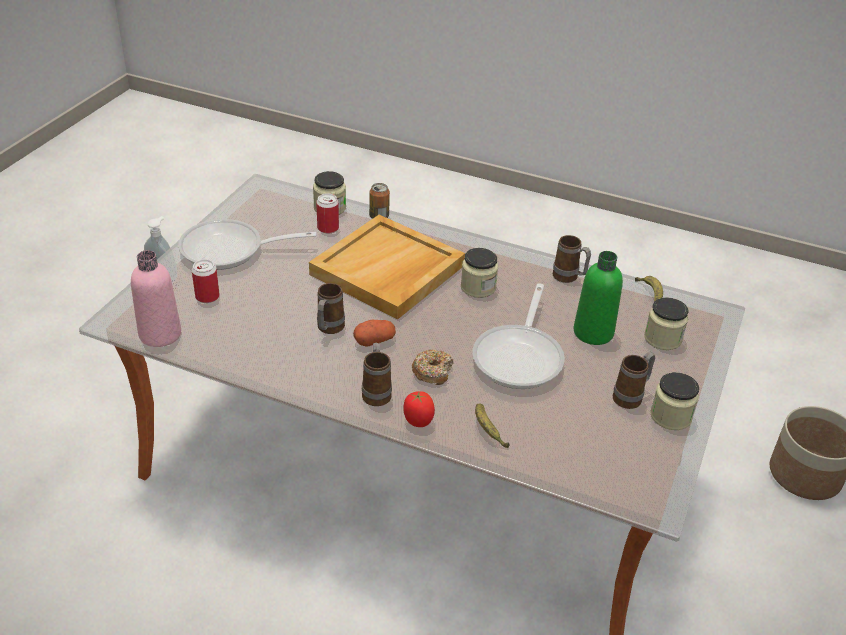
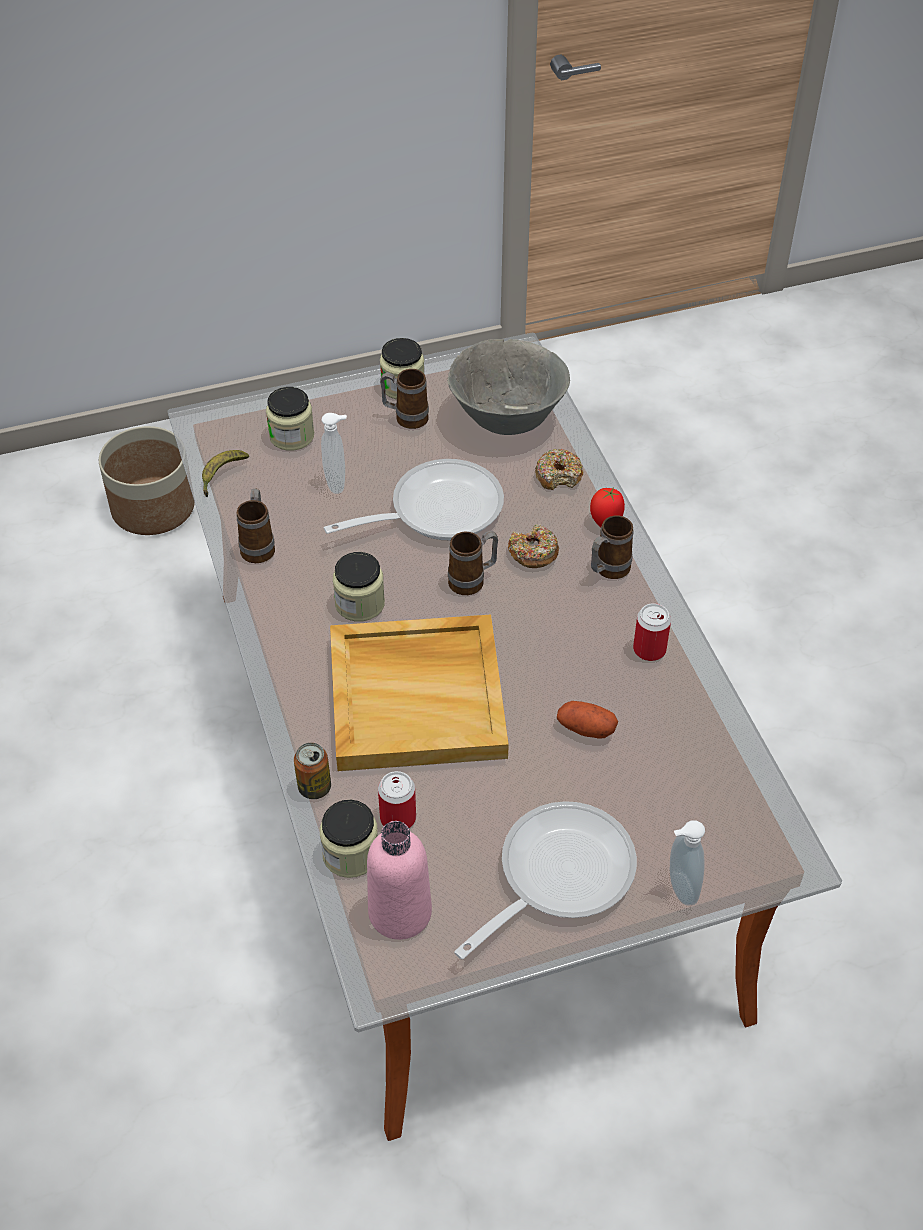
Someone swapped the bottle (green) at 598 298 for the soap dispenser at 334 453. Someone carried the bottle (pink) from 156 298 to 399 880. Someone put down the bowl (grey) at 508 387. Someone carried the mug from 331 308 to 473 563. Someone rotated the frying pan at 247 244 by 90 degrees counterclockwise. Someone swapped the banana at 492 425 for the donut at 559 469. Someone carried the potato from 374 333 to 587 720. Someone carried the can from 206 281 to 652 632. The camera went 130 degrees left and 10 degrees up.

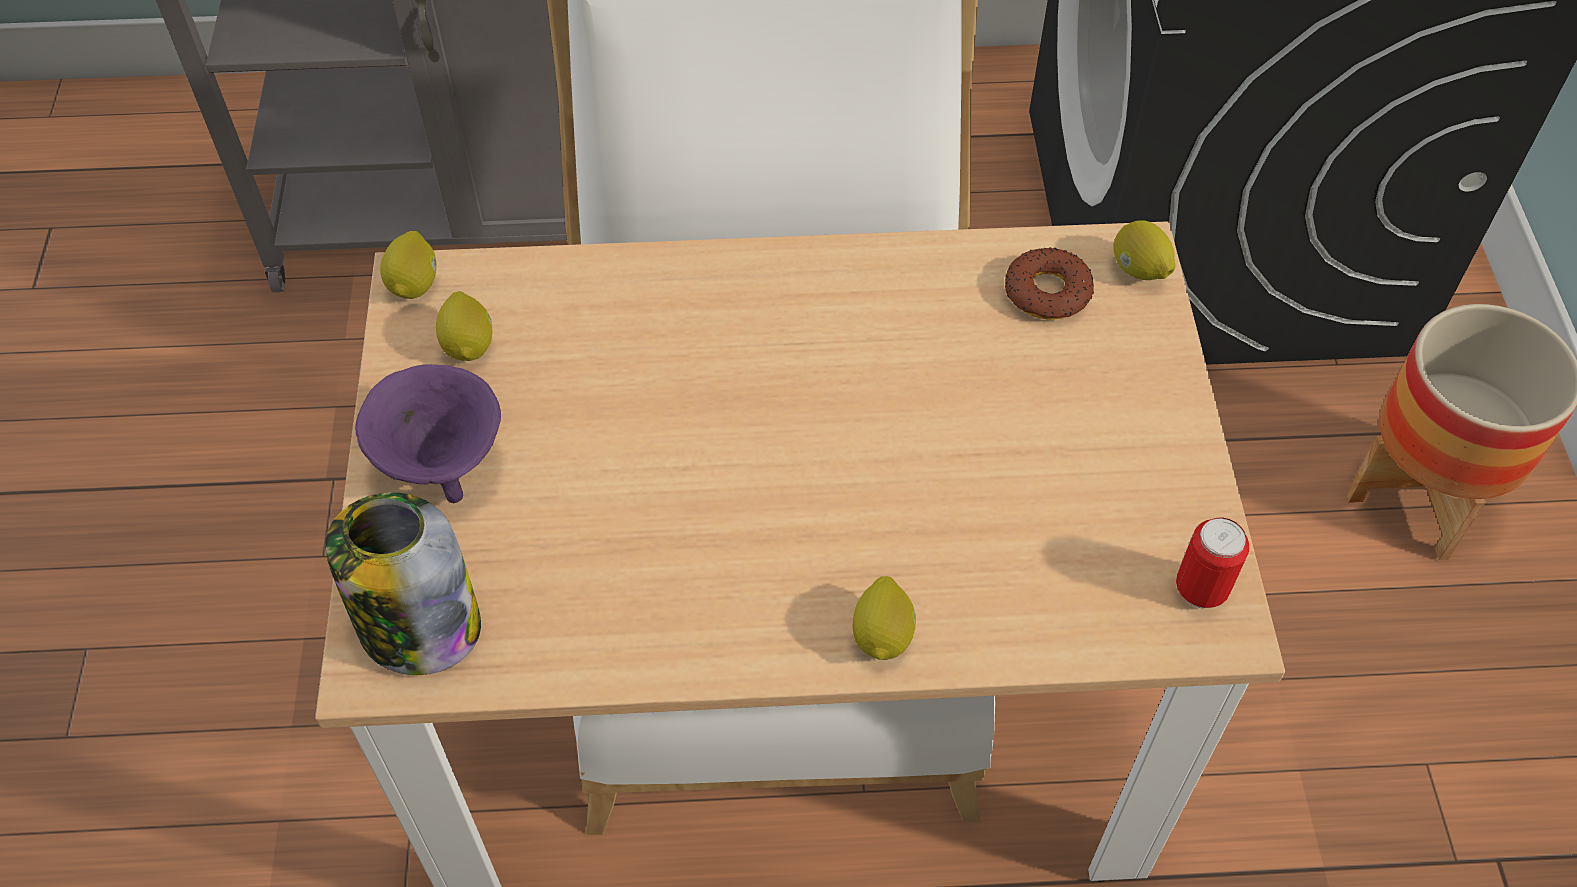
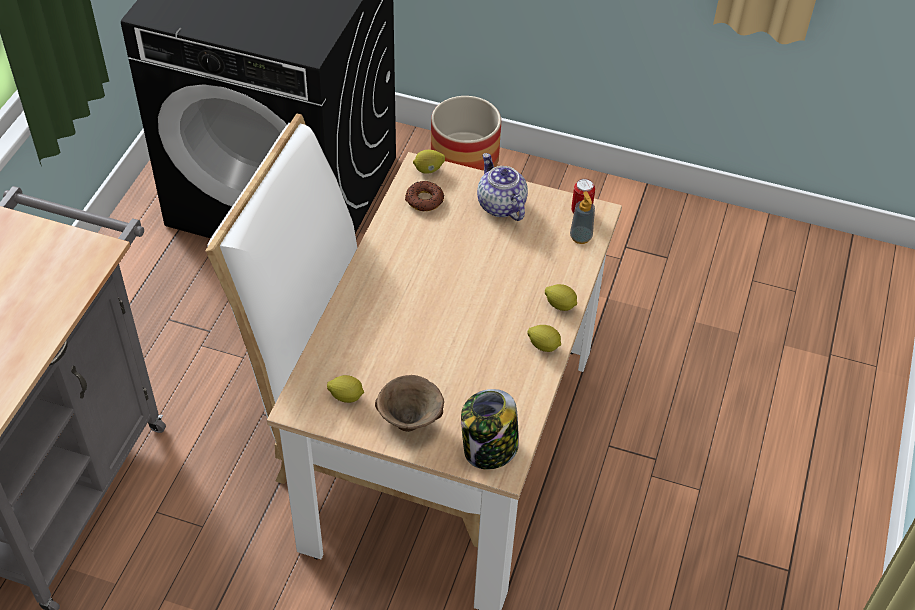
Someone repainted the bowl (purple) at 428 434, which became the bowl (brown) at 409 403. Someone put down the teapot at 502 187. Someone carried the lemon from 408 265 to 544 338. Someone put down the soap dispenser at 582 217. The camera went 70 degrees left and 5 degrees down.

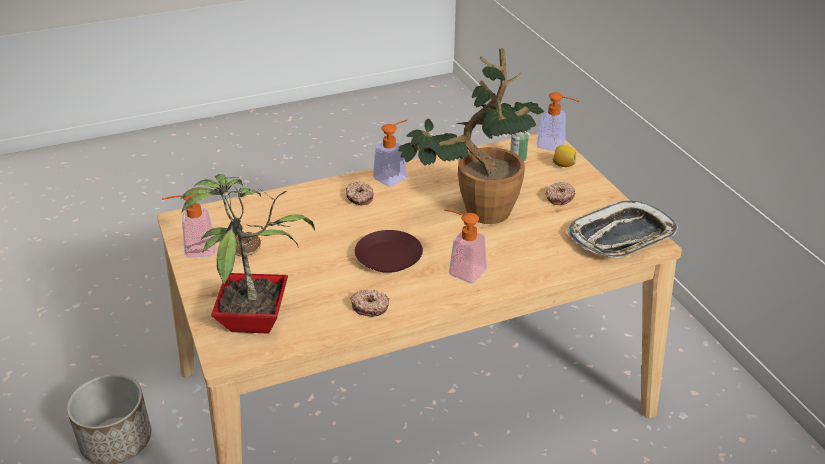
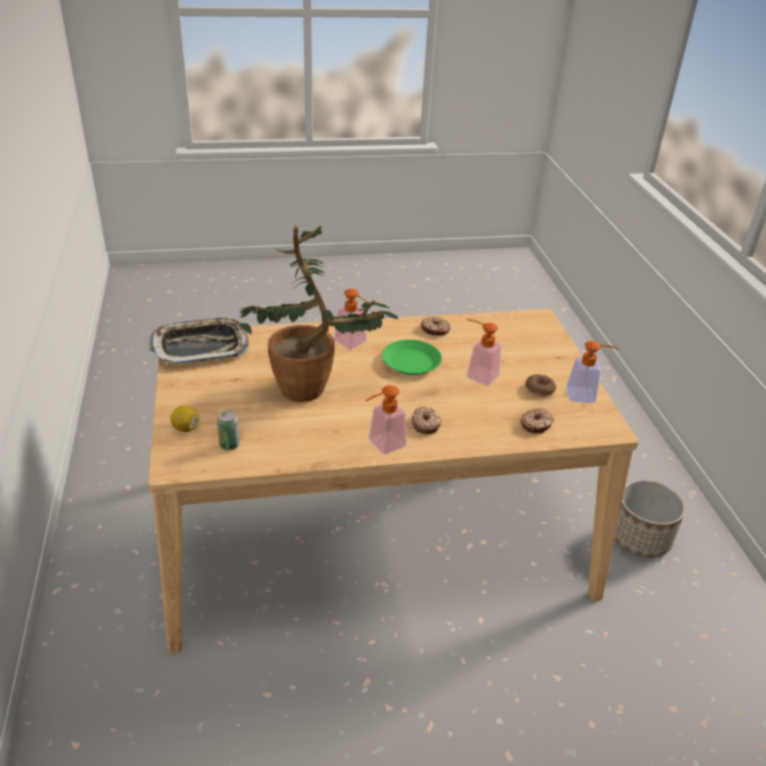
Someone repainted the plate (brown) at 389 251, which became the plate (green) at 412 357. Someone carried the soap dispenser from 557 121 to 484 352. Someone carried the donut from 560 193 to 537 420. Someone took away the potted plant at 247 254. The camera went 170 degrees left and 0 degrees up.

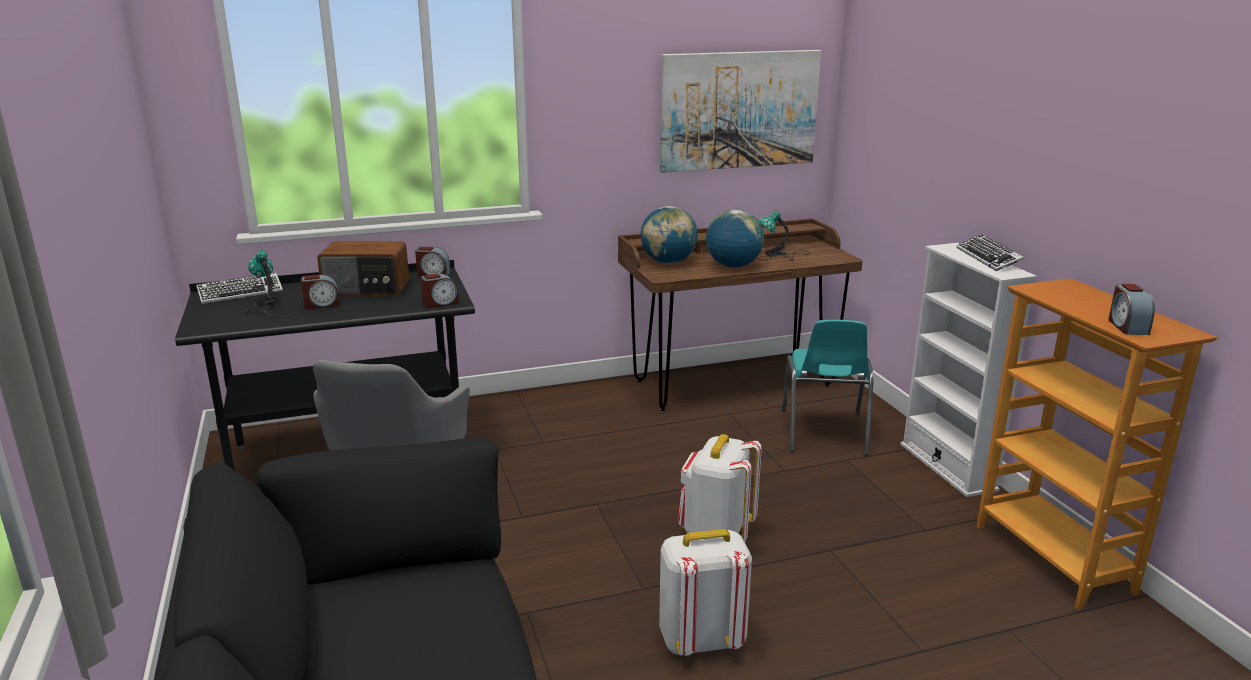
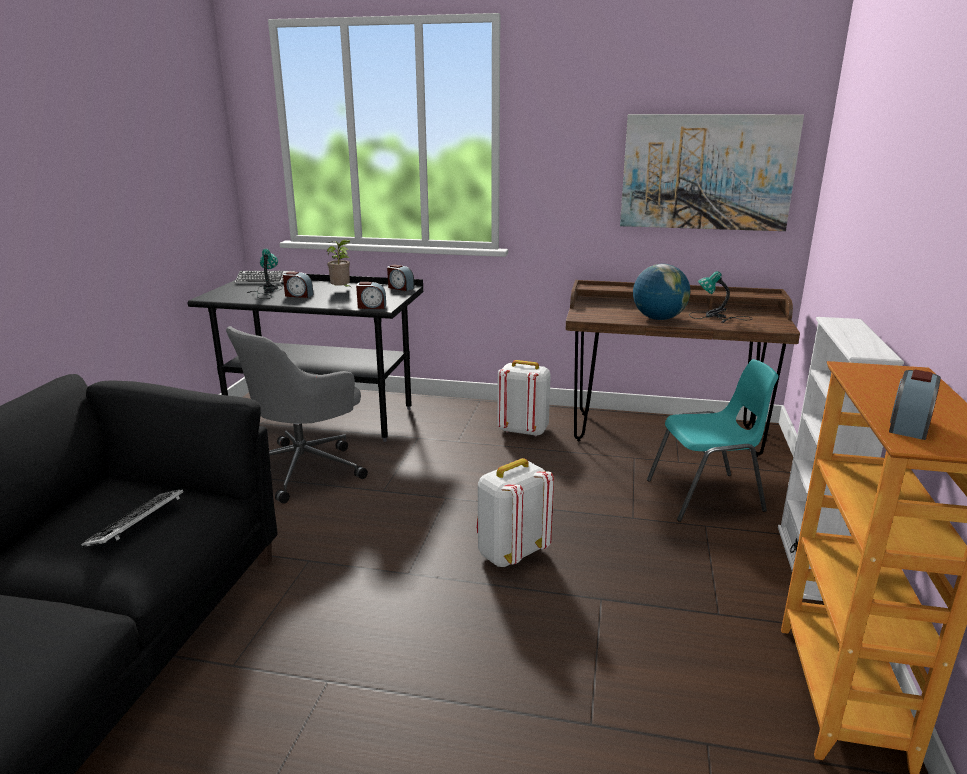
Someone carried the keyboard from 990 252 to 132 518. Someone swapped the radio at 363 268 for the potted plant at 338 263. Someone carried the backpack (white) from 705 592 to 524 398. Someone rotated the chair (turquoise) at 828 388 by 135 degrees counterclockwise. Someone took away the globe at 669 234. The camera went 30 degrees right and 0 degrees up.

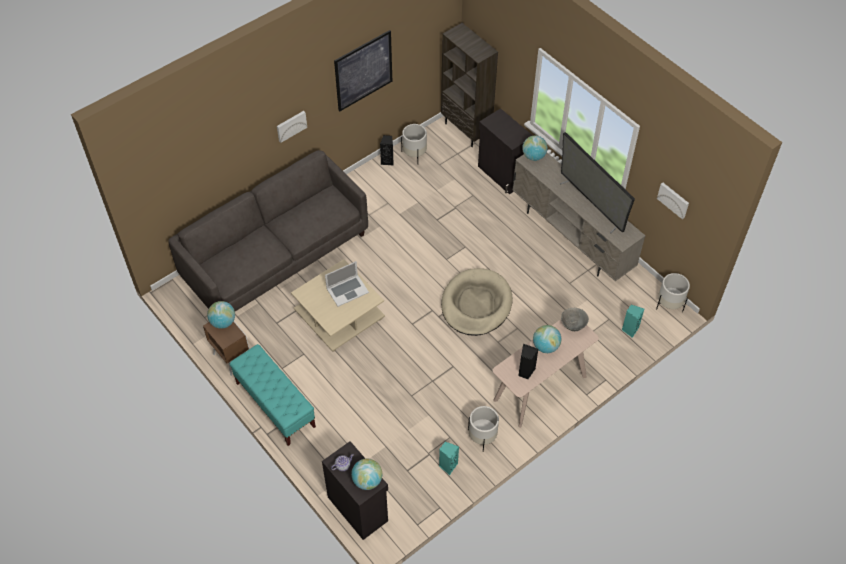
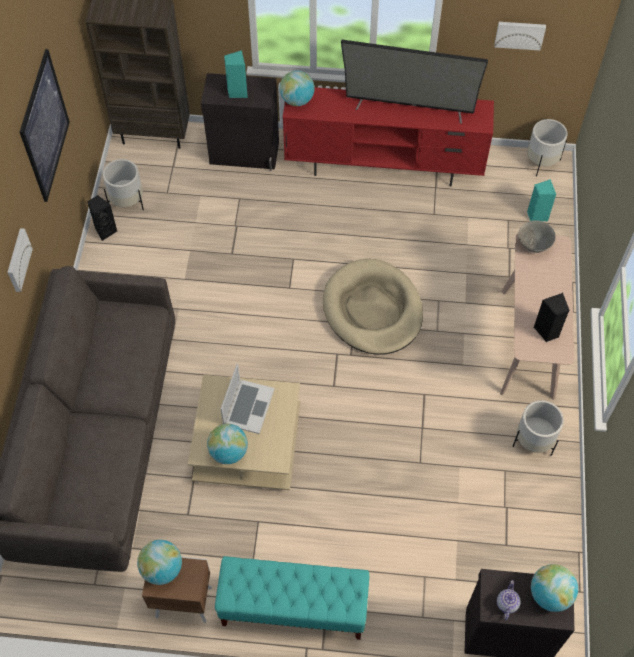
Someone carried the globe from 547 339 to 227 444. Someone carried the speaker (turquoise) from 449 458 to 236 74. Someone repainted the tv stand (beige) at 579 217, which became the tv stand (red) at 388 137. The camera went 45 degrees left and 5 degrees up.

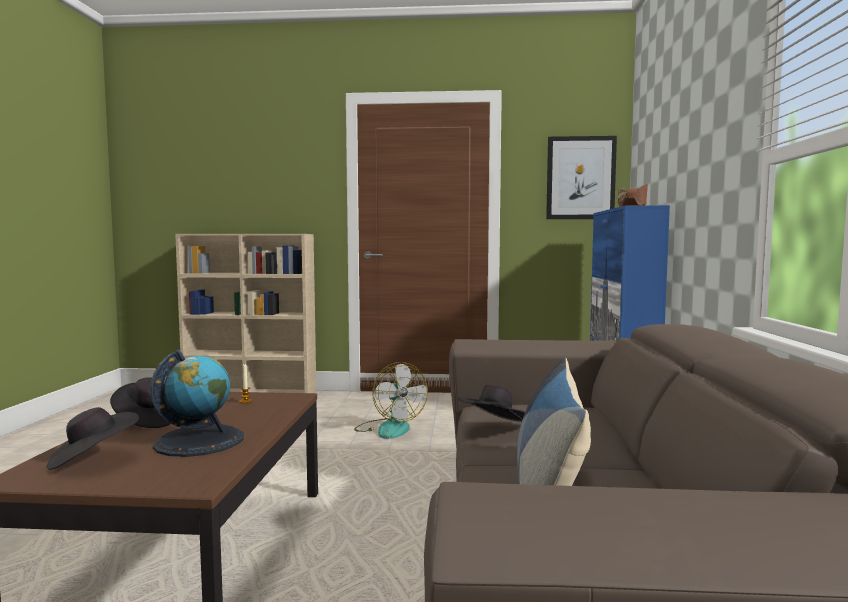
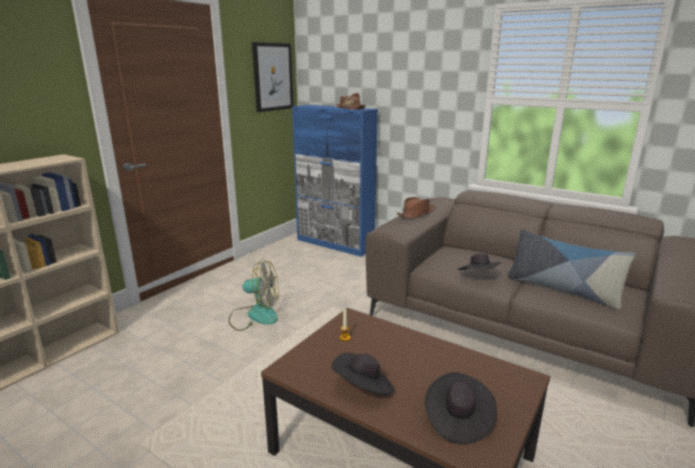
Someone put down the hat (brown) at 416 208. Someone took away the globe at 197 403. The camera went 60 degrees left and 15 degrees up.

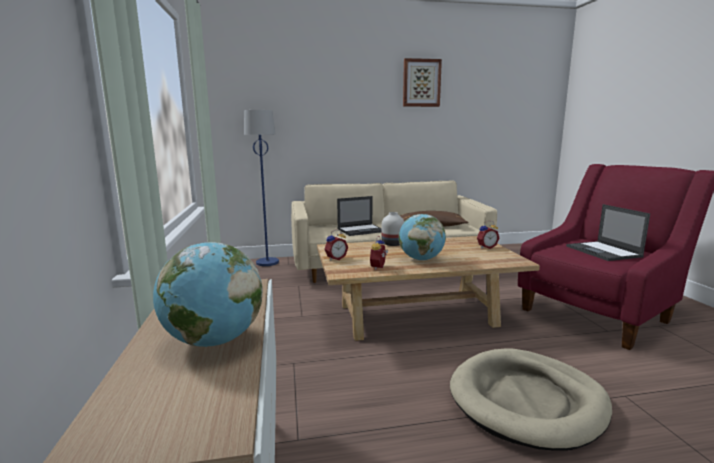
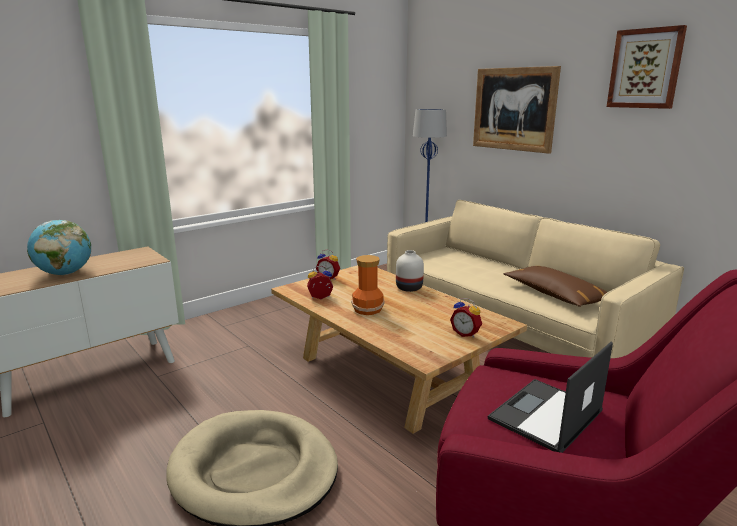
Someone swapped the globe at 422 237 for the vase at 368 285. Someone put up the picture at 517 110. Someone took away the laptop at 359 216. The camera went 60 degrees right and 5 degrees up.

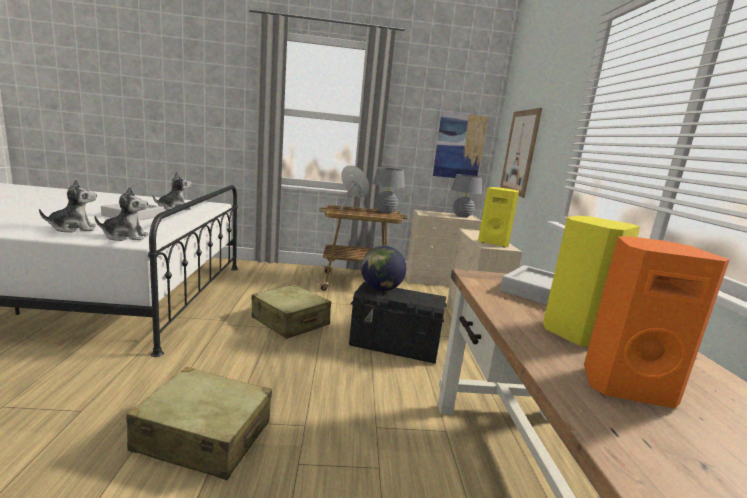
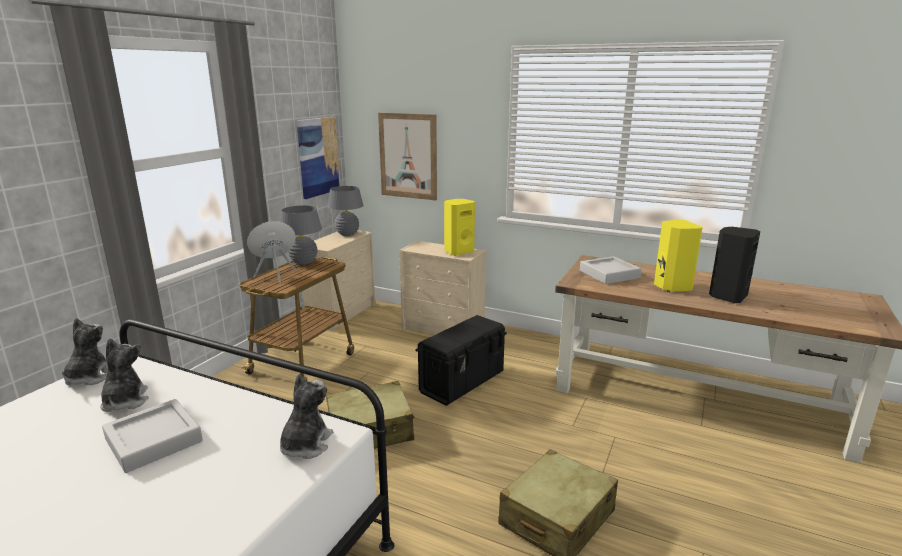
Someone carried the plush toy from 68 206 to 85 351. Someone repainted the speaker (orange) at 657 322, which became the speaker (black) at 734 265. Someone took away the globe at 383 268. The camera went 60 degrees left and 5 degrees up.

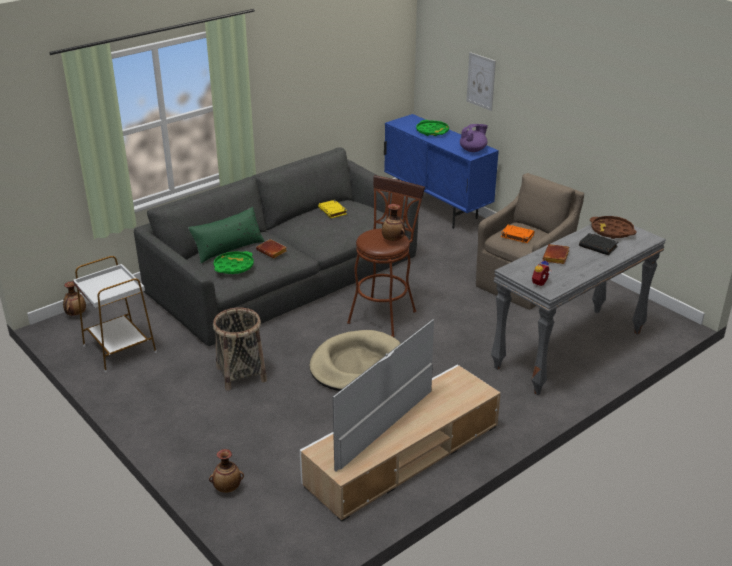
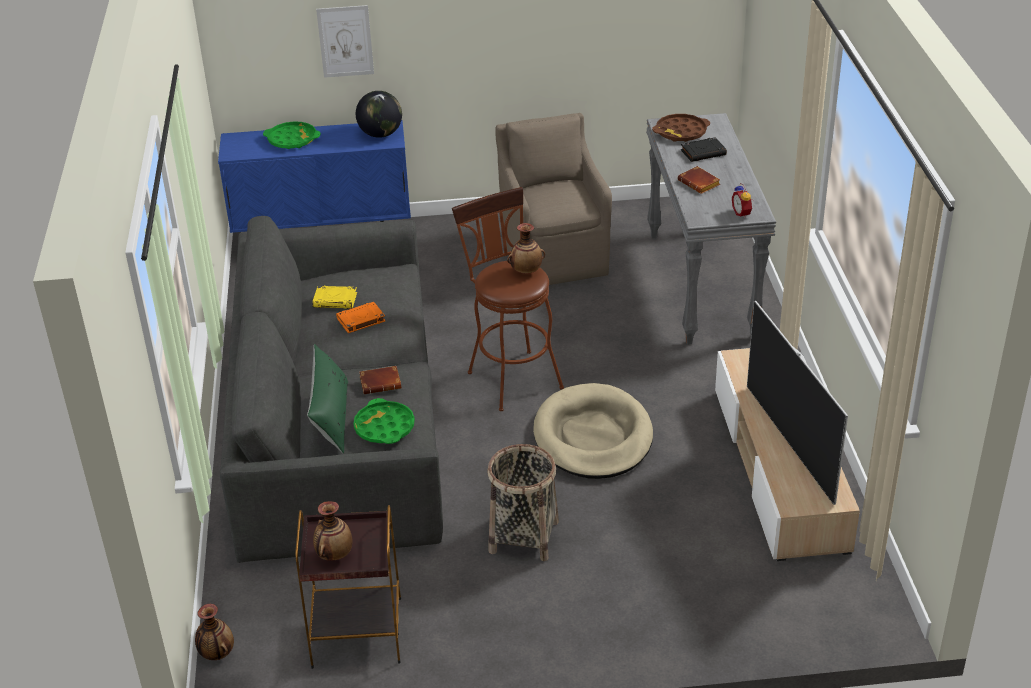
Someone repainted the side table (white) at 115 314, which became the side table (brown) at 348 587. Someone carried the vase from 226 471 to 333 531. Someone carried the book (orange) from 517 234 to 360 317. Someone swapped the teapot (purple) at 474 138 for the globe at 379 114. The camera went 55 degrees left and 5 degrees up.

